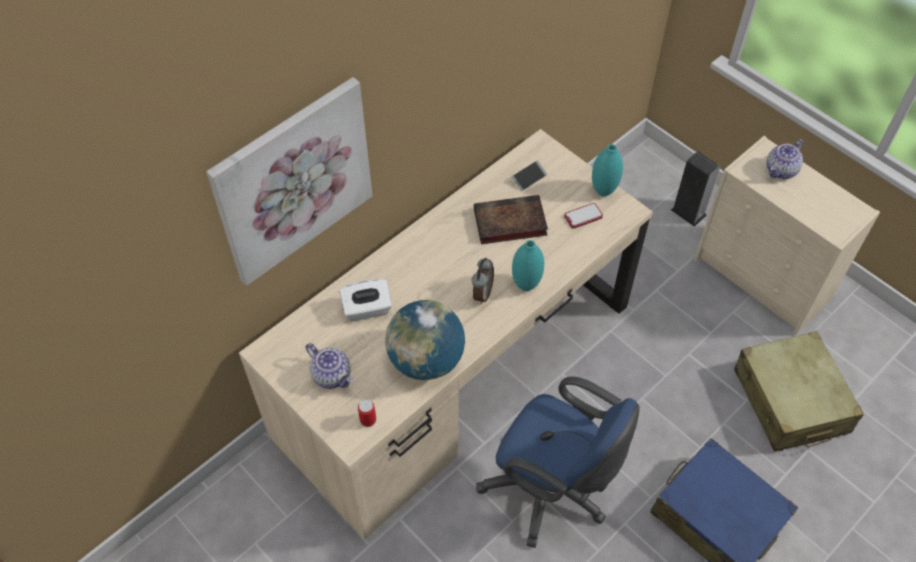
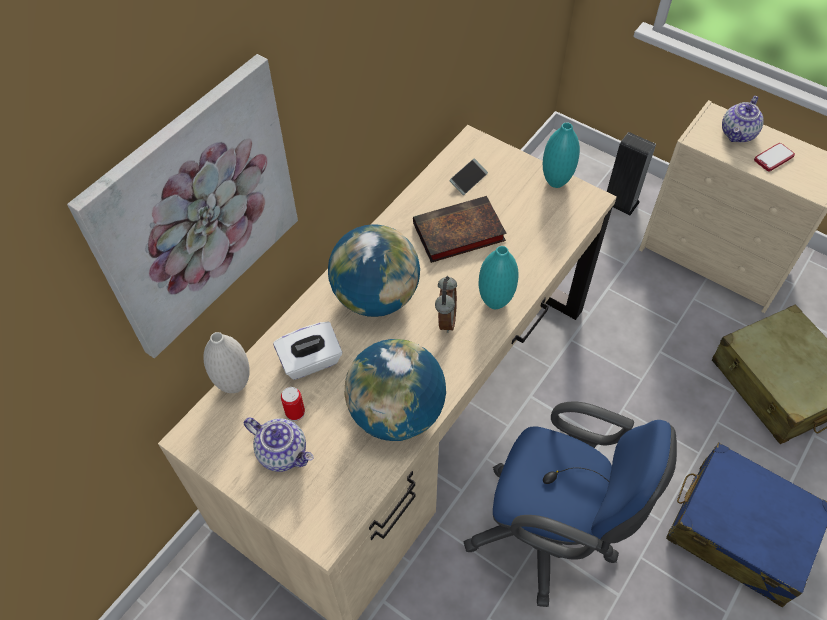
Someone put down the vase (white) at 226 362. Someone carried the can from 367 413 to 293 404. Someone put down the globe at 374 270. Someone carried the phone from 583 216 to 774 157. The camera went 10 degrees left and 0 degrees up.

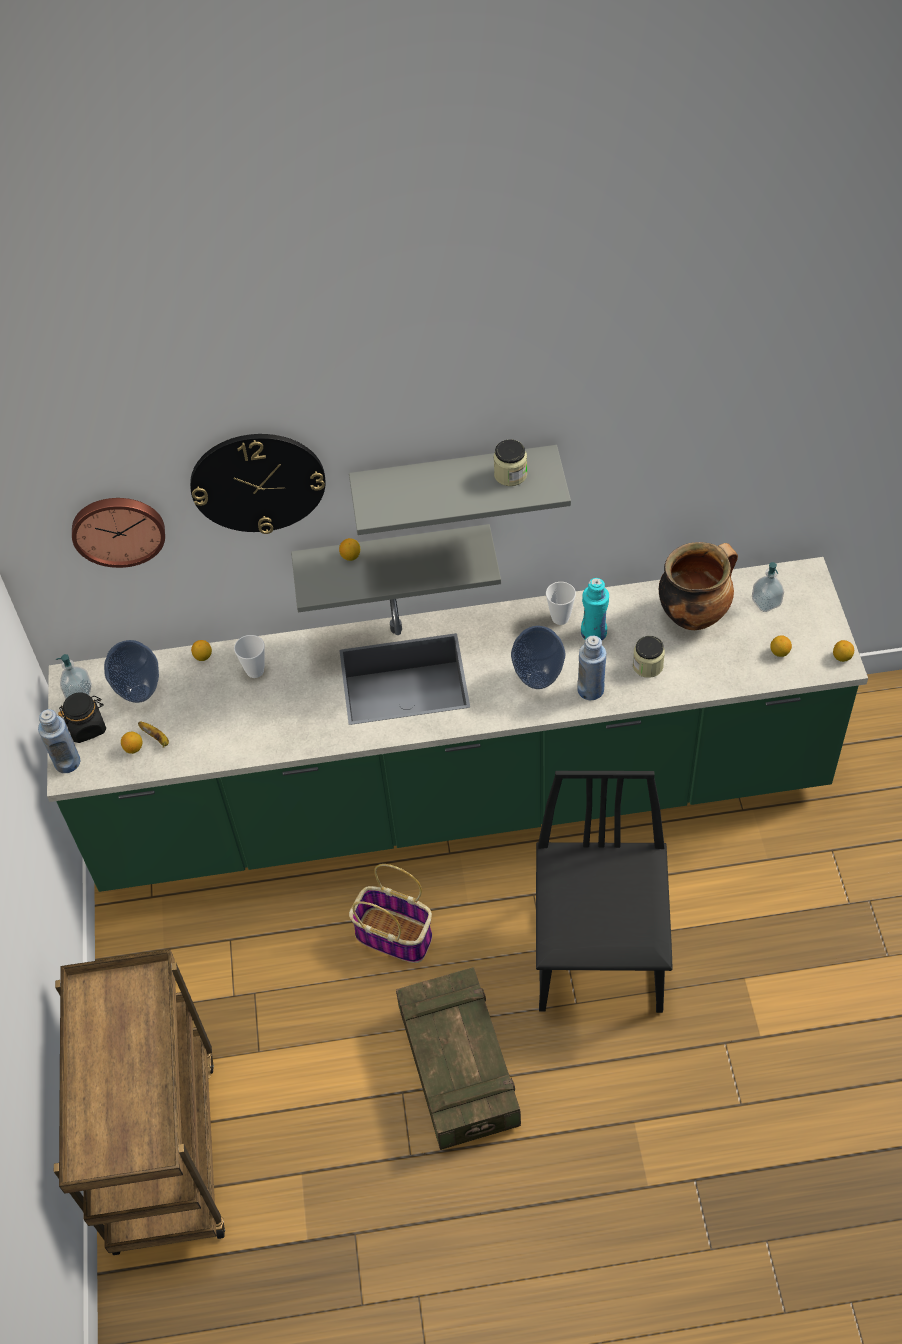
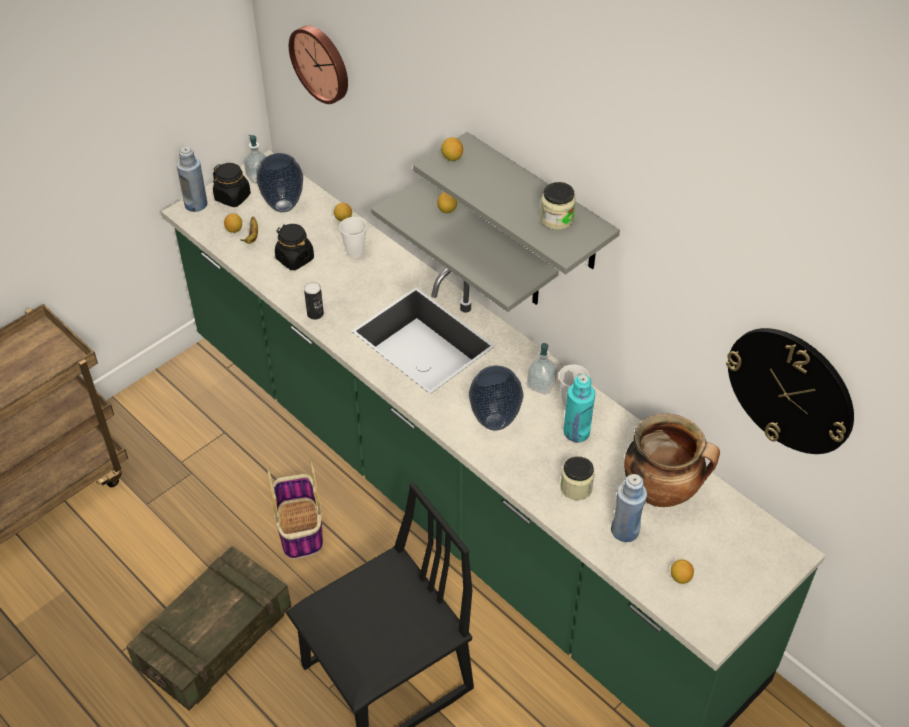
Someone put down the jar (black) at 294 247. Someone put down the can at 314 301. Someone carried the lemon from 843 651 to 452 149. Someone carried the soap dispenser from 768 587 to 542 368. Someone carried the bottle (blue) from 591 668 to 629 508. Someone carried the wall clock from 258 484 to 790 391. The camera went 50 degrees right and 5 degrees down.

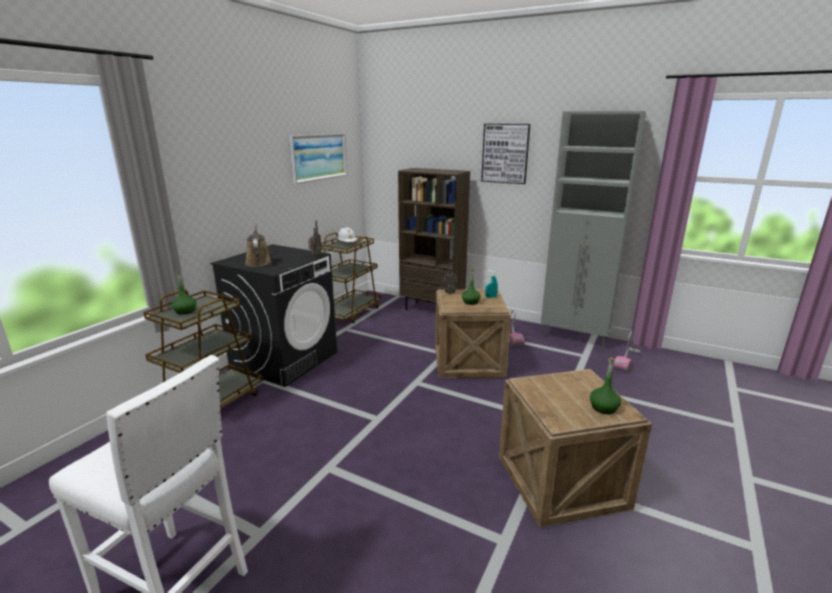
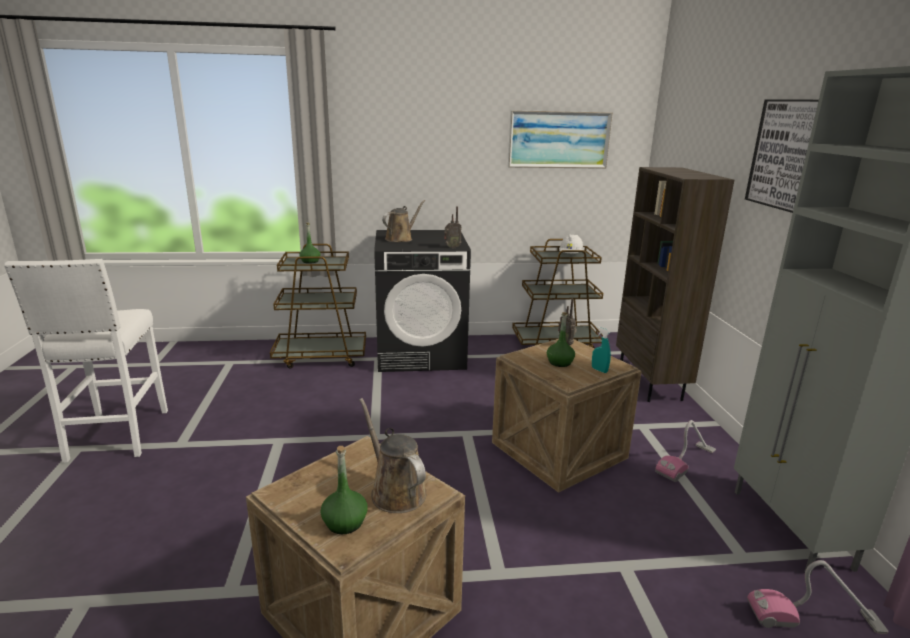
Someone put down the watering can (brown) at 393 455. The camera went 55 degrees right and 0 degrees up.

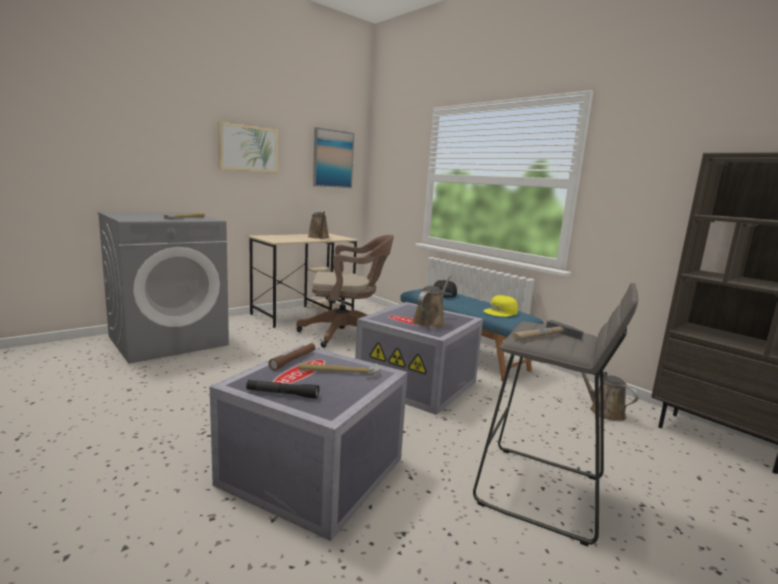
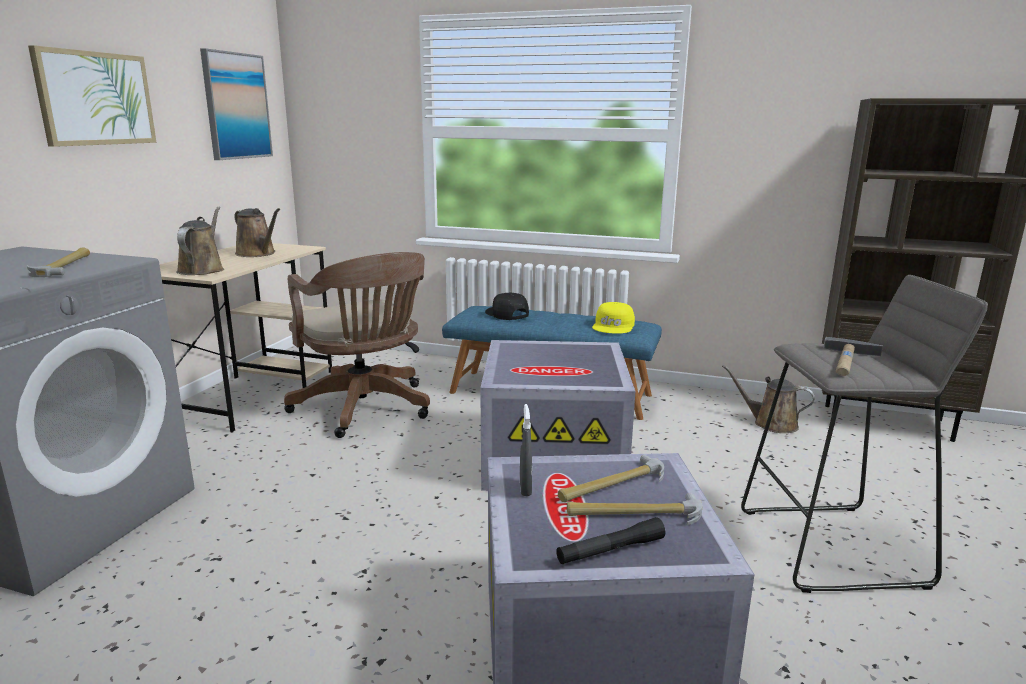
Someone carried the watering can (brown) from 432 301 to 200 241. Someone rotated the office chair (brown) at 345 291 by 90 degrees clockwise. Someone swapped the flashlight (brown) at 292 356 for the spray bottle (grey) at 526 450. Someone put down the hammer at 634 509. The camera went 30 degrees left and 5 degrees up.

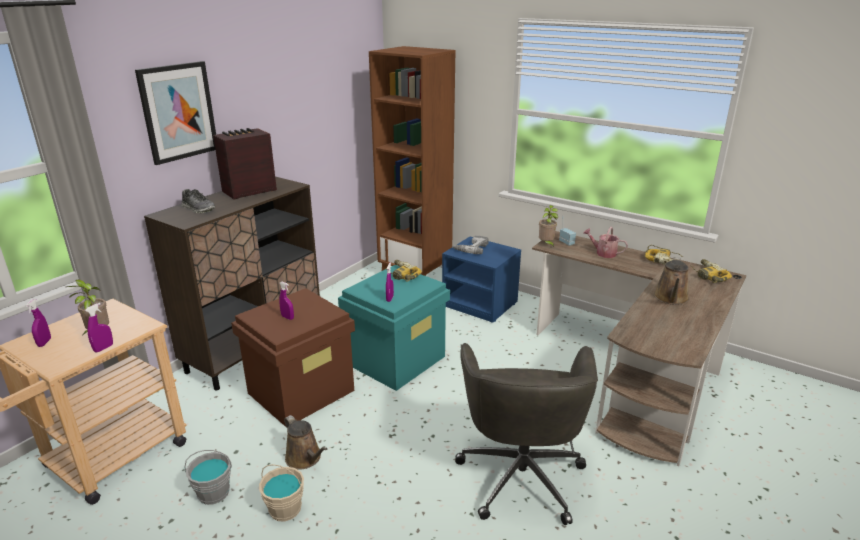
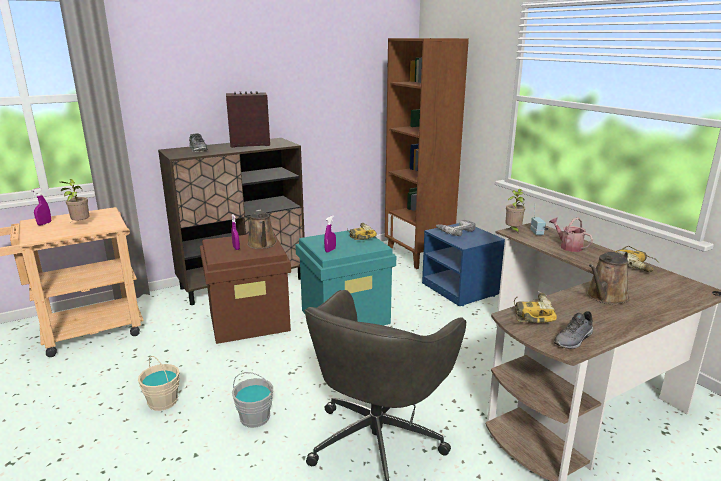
Someone carried the bucket (grey) from 208 477 to 252 400. Someone carried the watering can (brown) from 305 442 to 262 229. Someone carried the power drill from 711 271 to 535 308. Someone put down the shoe (grey) at 573 330. Someone took away the spray bottle (purple) at 99 328. Someone took away the picture at 175 113. The camera went 25 degrees right and 5 degrees down.

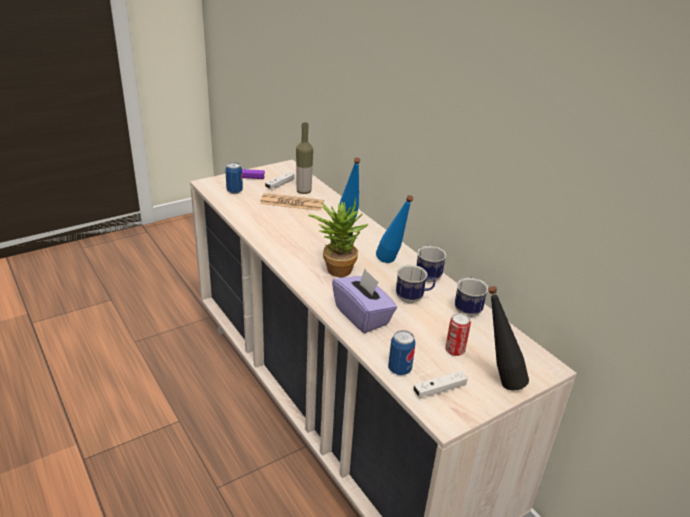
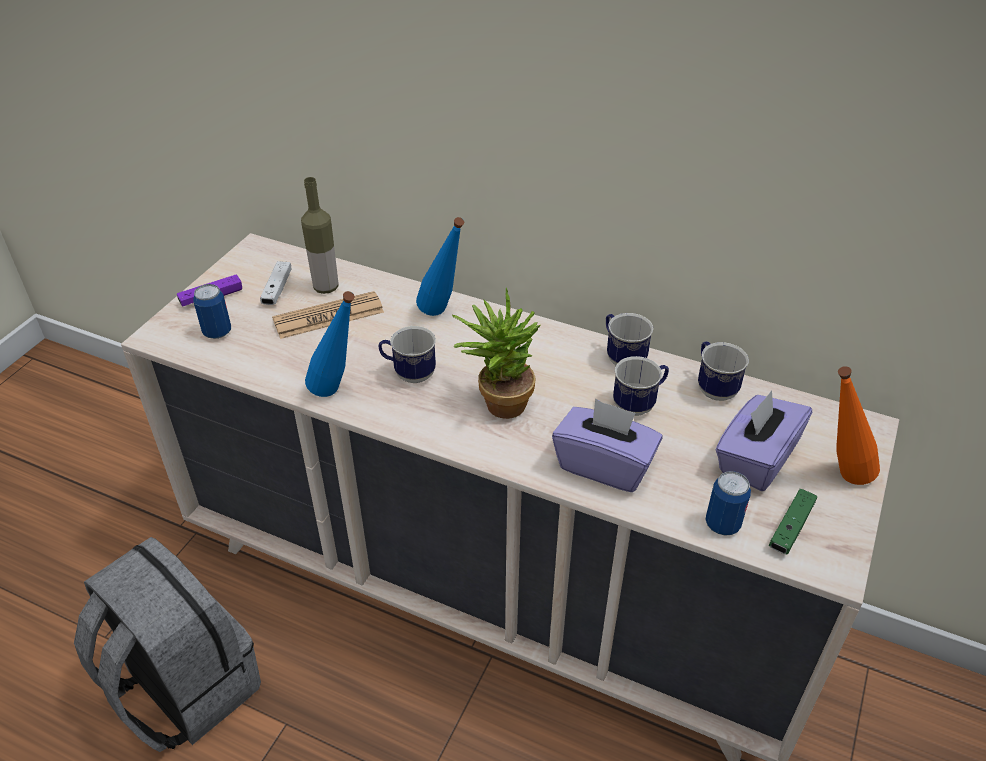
Someone put down the backpack (grey) at 167 644. Someone carried the bottle (blue) from 395 229 to 330 344. Someone put down the mug at 407 354. Someone swapped the can at 458 334 for the tissue box (purple) at 764 440. Someone repainted the game controller (white) at 440 384, which became the game controller (green) at 793 521. Someone repainted the bottle (black) at 508 338, which became the bottle (orange) at 858 425. The camera went 30 degrees left and 10 degrees up.

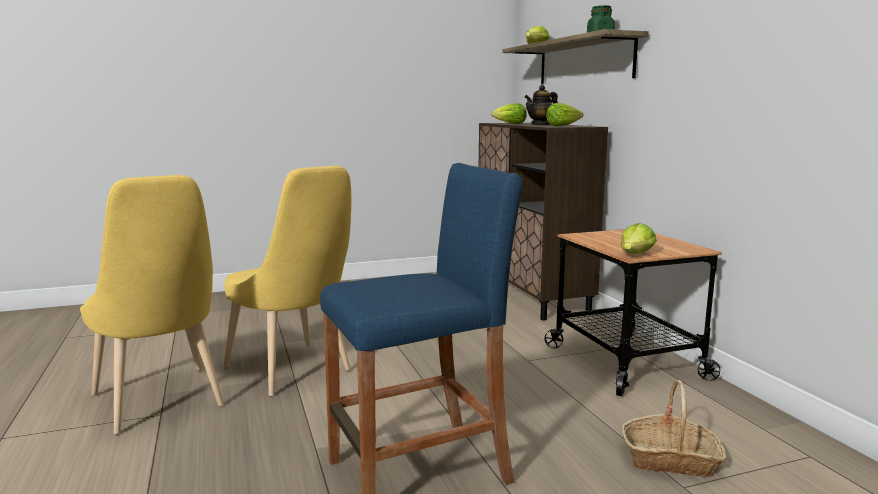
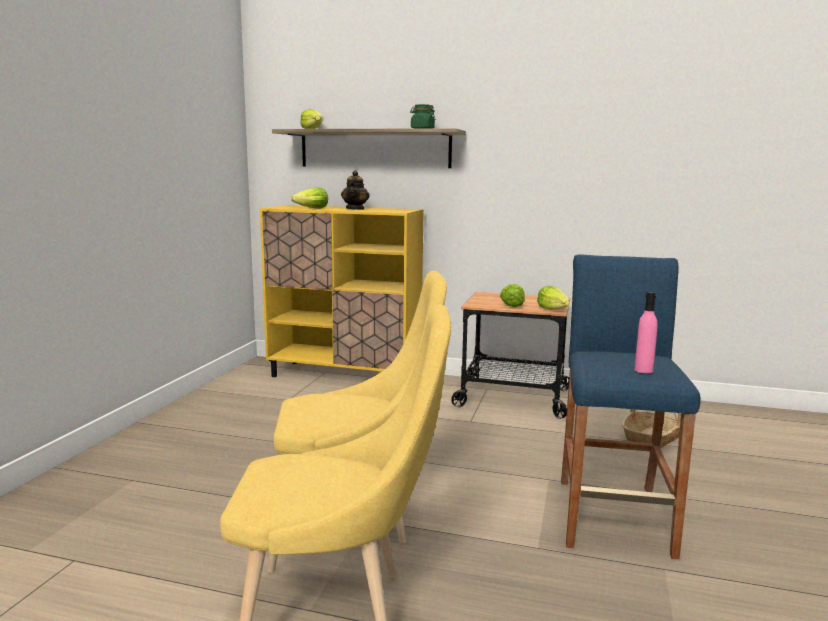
Someone repainted the cabinet (brown) at 543 221, which became the cabinet (yellow) at 342 291. Someone carried the lettuce from 564 114 to 512 295. Someone put down the bottle (pink) at 646 332. The camera went 55 degrees left and 0 degrees up.

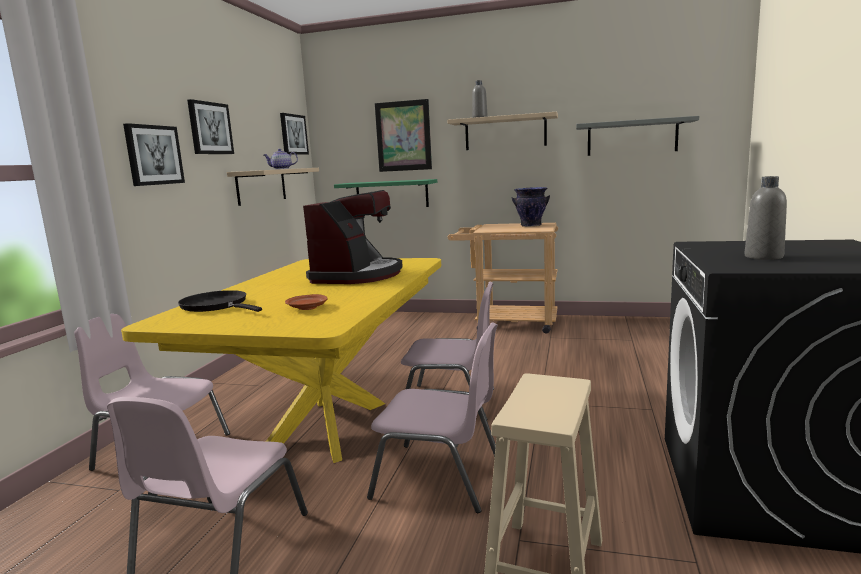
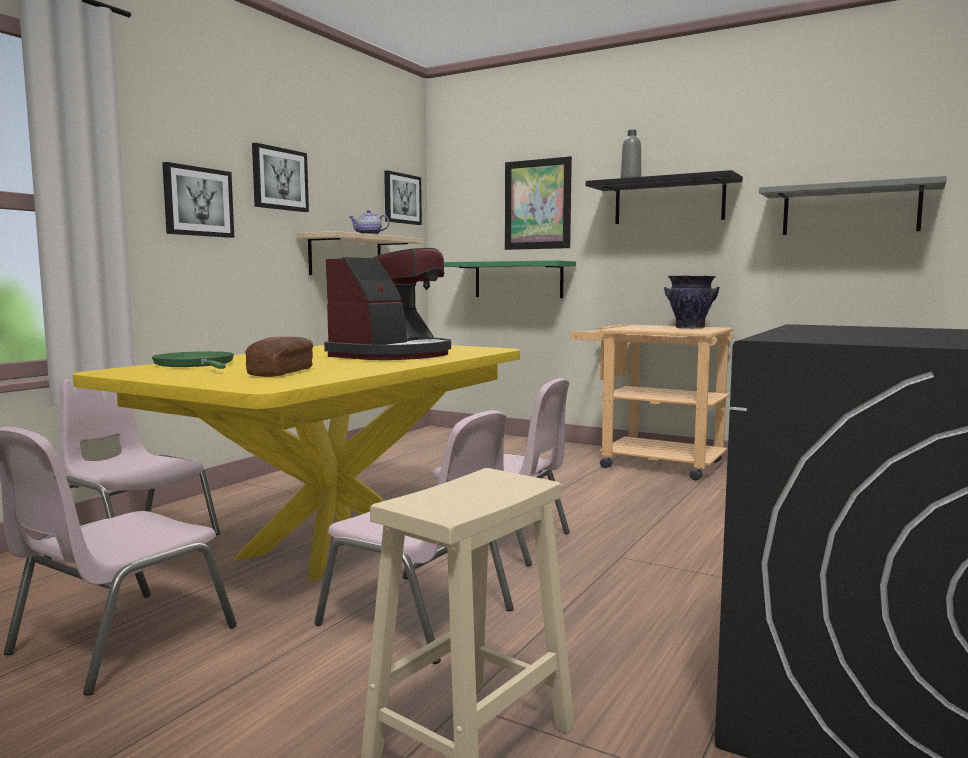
Someone repainted the frying pan (black) at 220 301, which became the frying pan (green) at 193 360. Someone swapped the plate (brown) at 306 302 for the bread at 279 357. Someone repainted the shelf (beige) at 502 131, which became the shelf (black) at 664 197. Someone took away the bottle (grey) at 765 218. The camera went 15 degrees right and 5 degrees down.

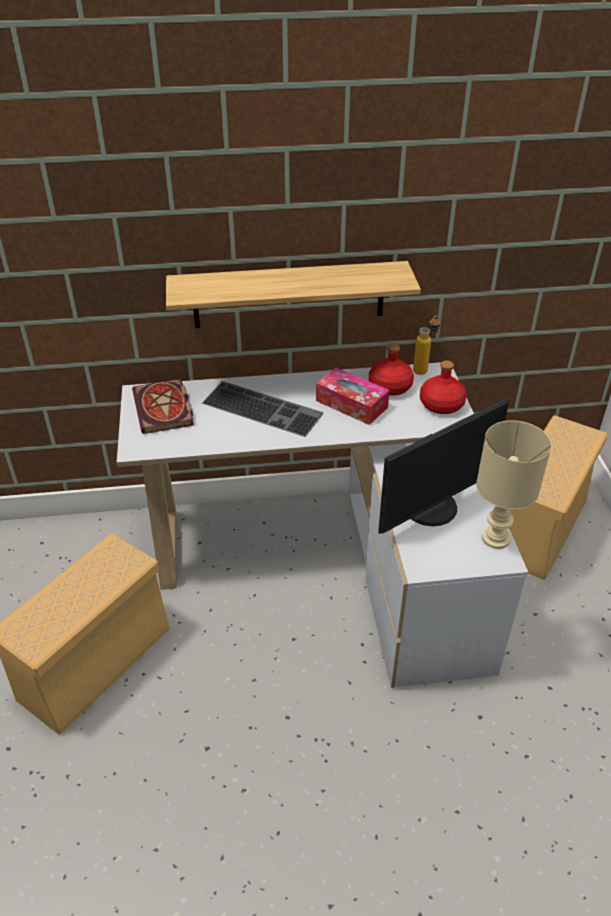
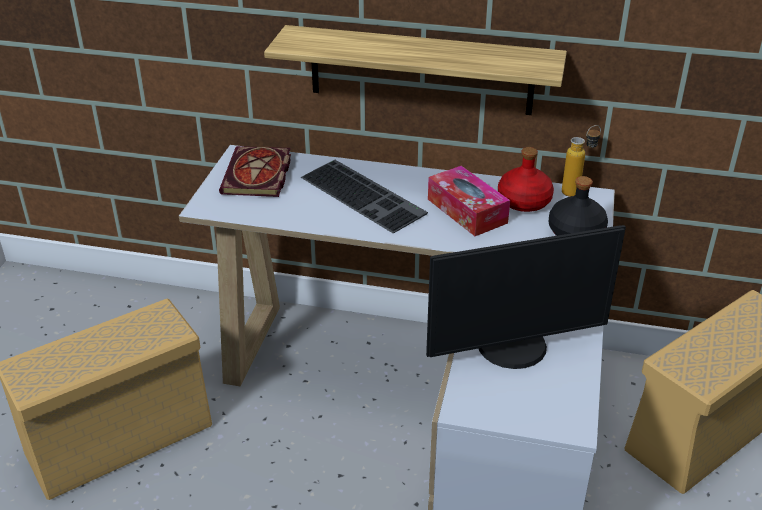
Someone repainted the bottle (red) at 443 387, which became the bottle (black) at 578 206. Someone took away the table lamp (beige) at 514 484. The camera went 20 degrees right and 5 degrees down.

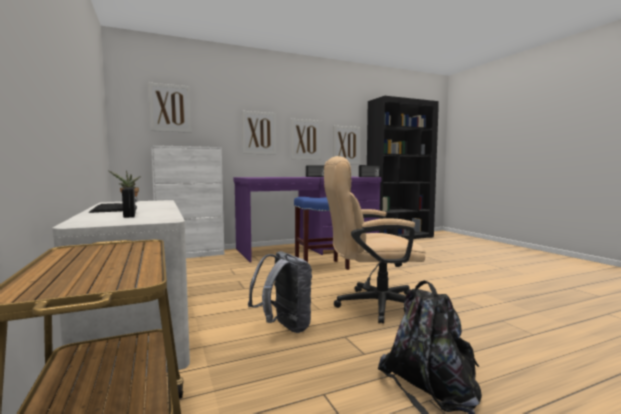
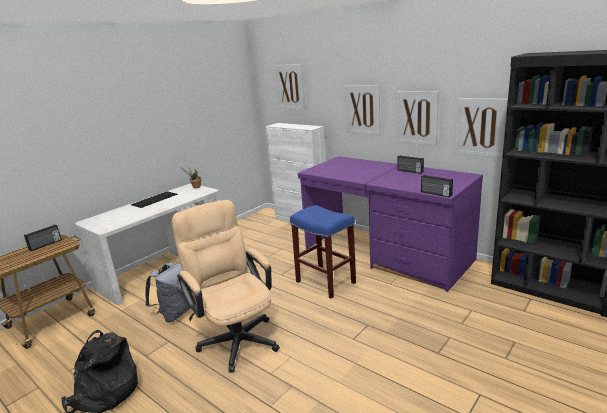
Someone carried the radio from 129 202 to 43 237. The camera went 65 degrees right and 15 degrees up.

